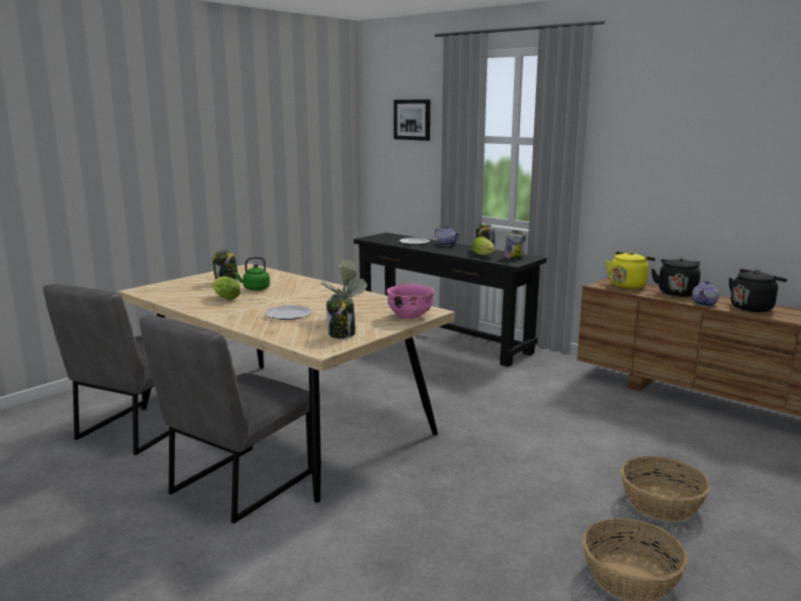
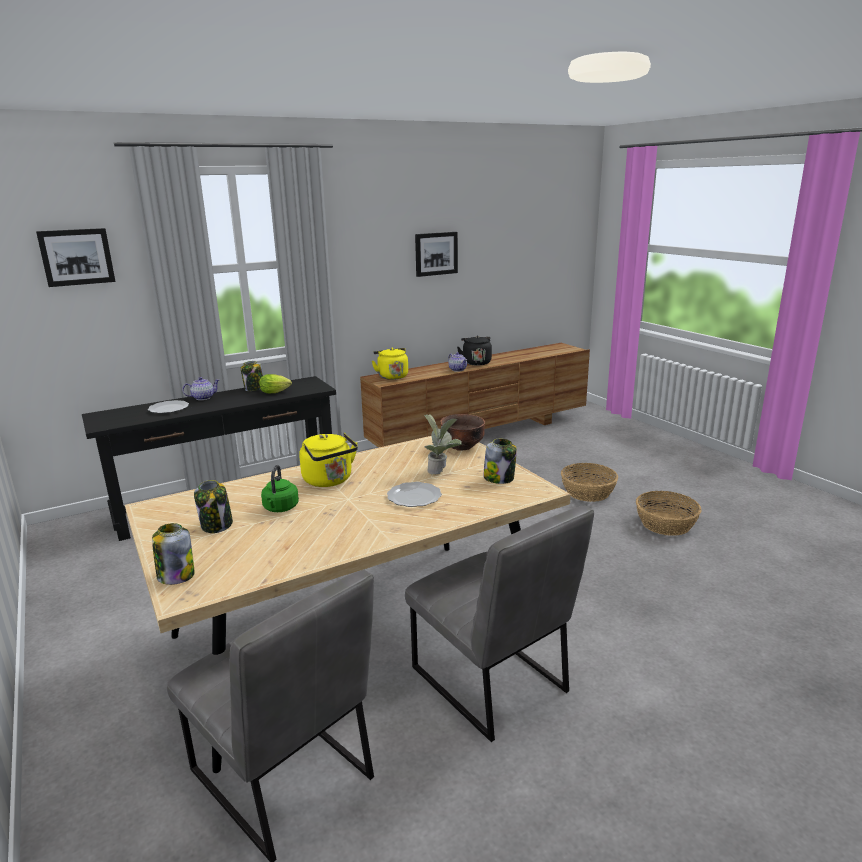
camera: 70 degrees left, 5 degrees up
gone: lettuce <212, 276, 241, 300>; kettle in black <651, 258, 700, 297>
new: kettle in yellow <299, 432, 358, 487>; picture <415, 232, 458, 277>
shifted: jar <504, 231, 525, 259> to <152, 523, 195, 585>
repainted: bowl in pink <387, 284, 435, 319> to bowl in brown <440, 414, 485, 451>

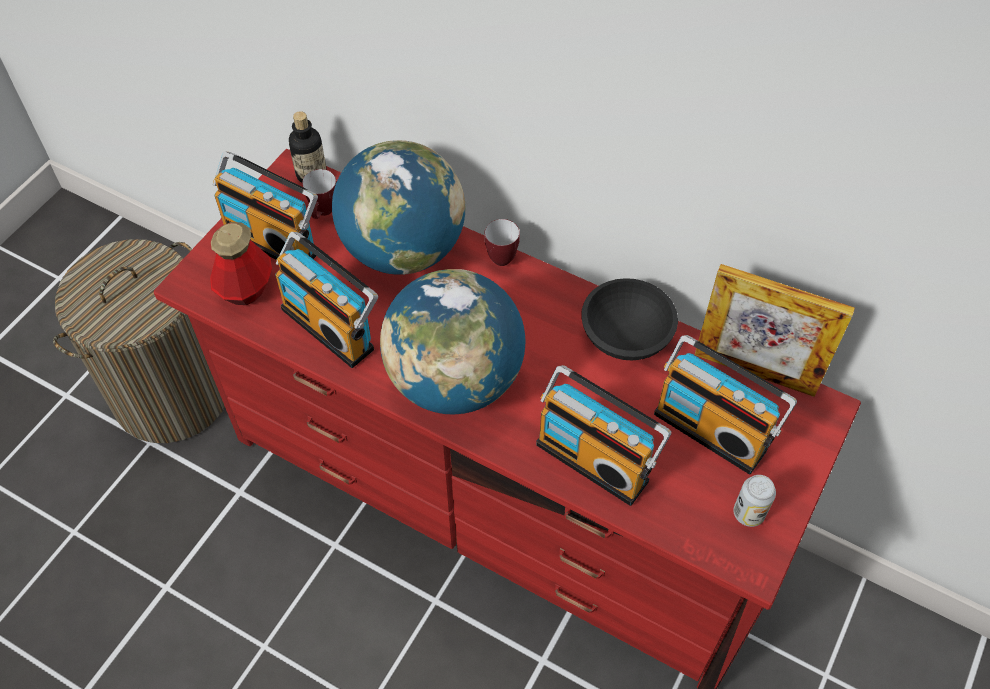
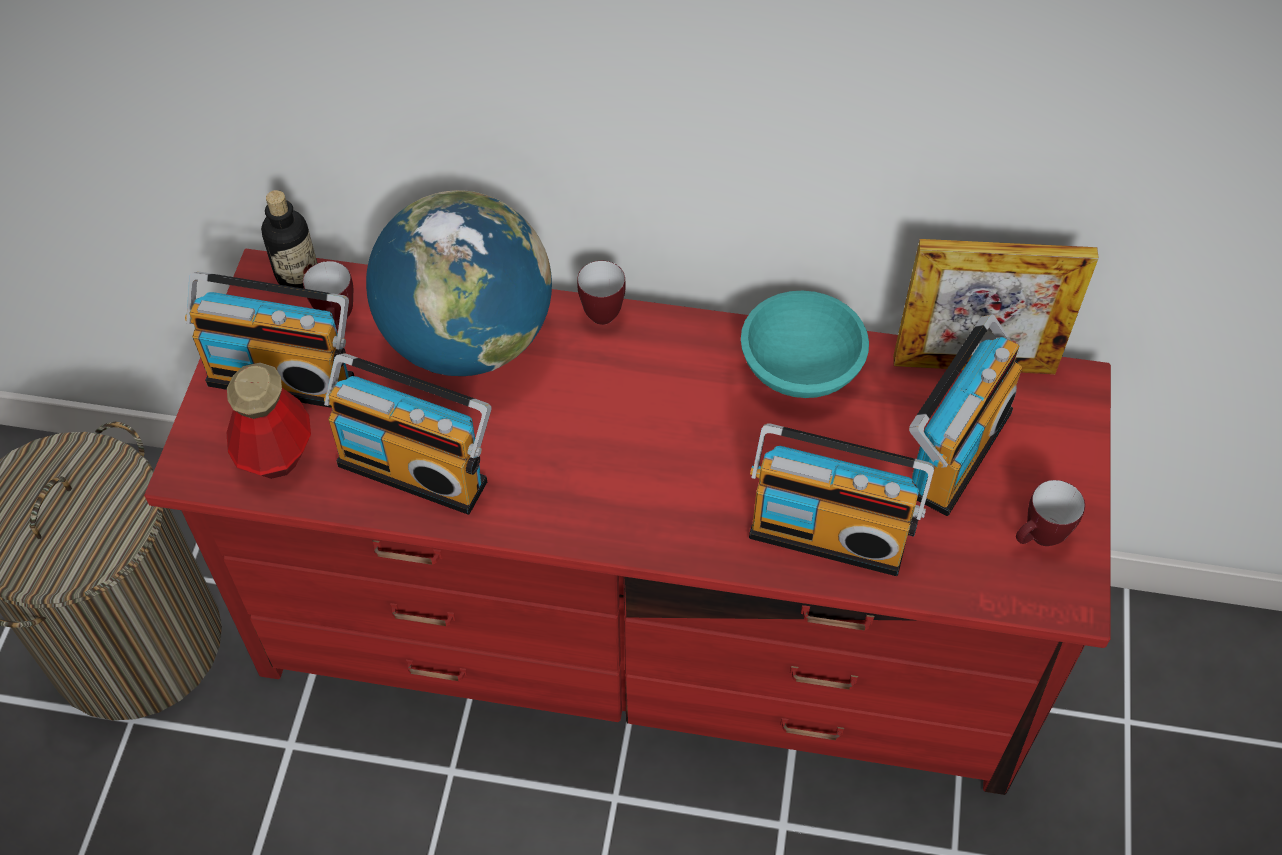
camera: 20 degrees left, 0 degrees up
gone: globe <380, 269, 525, 415>
swapped: can <733, 475, 776, 527> to mug <1016, 480, 1085, 546>
repainted: bowl in black <581, 278, 678, 361> to bowl in turquoise <741, 291, 869, 398>
rotated: radio <654, 335, 797, 475> = <909, 315, 1022, 516> 75 degrees counterclockwise

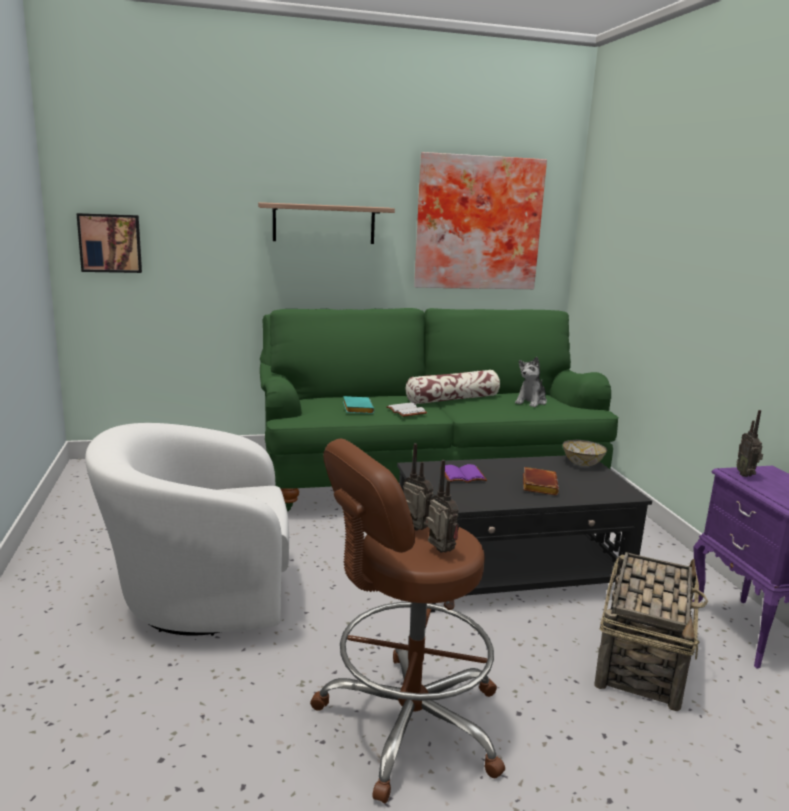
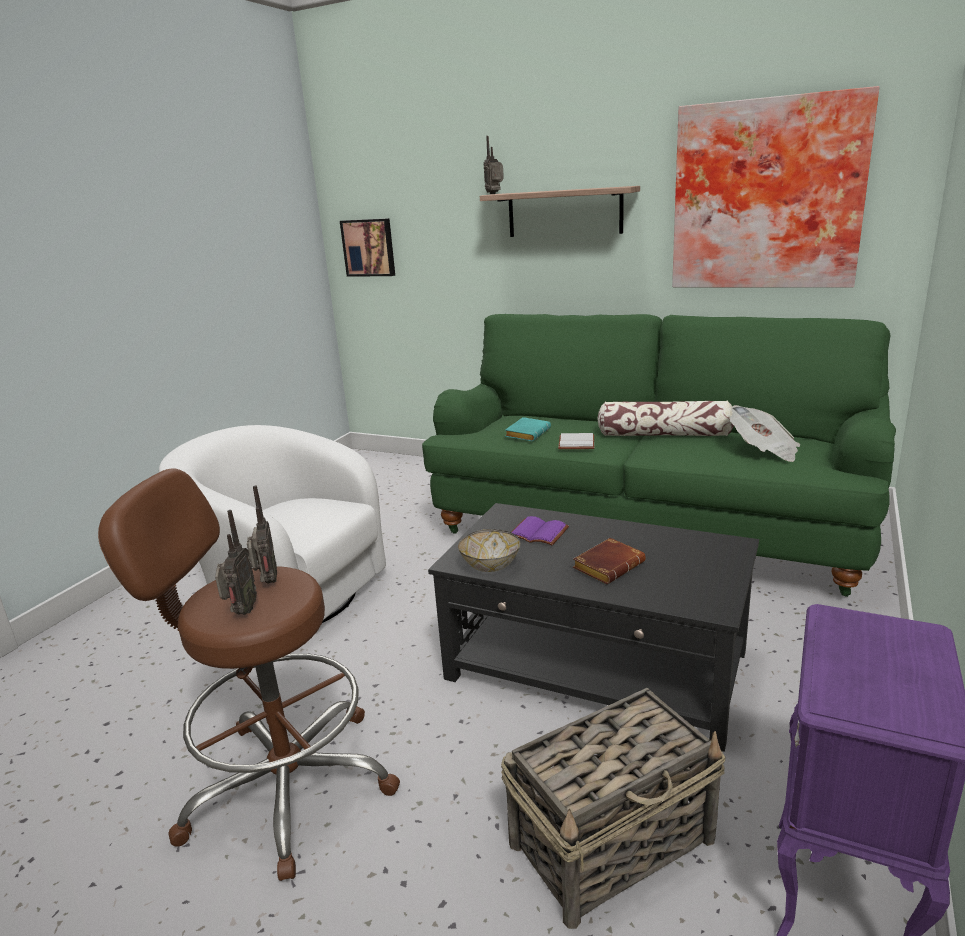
camera: 40 degrees right, 5 degrees up
shifted: bowl <563, 440, 607, 466> to <458, 529, 521, 572>; radio <737, 410, 763, 477> to <484, 136, 504, 194>
swapped: plush toy <515, 357, 547, 407> to newspaper <730, 405, 800, 462>

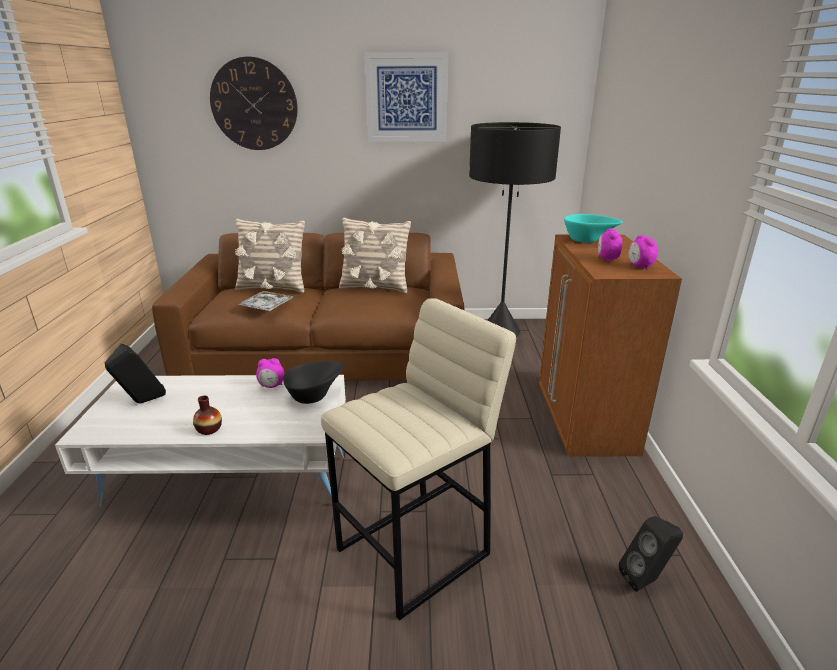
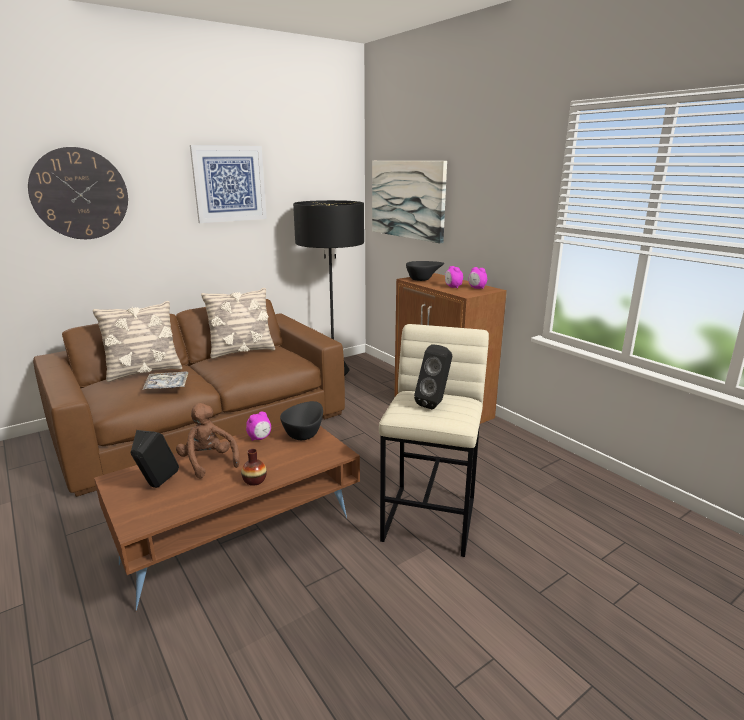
camera: 35 degrees left, 5 degrees down
new: plush toy in brown <176, 403, 240, 479>; picture <372, 161, 447, 243>
shifted: speaker in black <619, 516, 683, 592> to <414, 344, 452, 409>
repainted: coffee table in white <55, 375, 346, 508> to coffee table in brown <94, 422, 360, 611>; bowl in turquoise <564, 214, 623, 243> to bowl in black <406, 261, 444, 281>

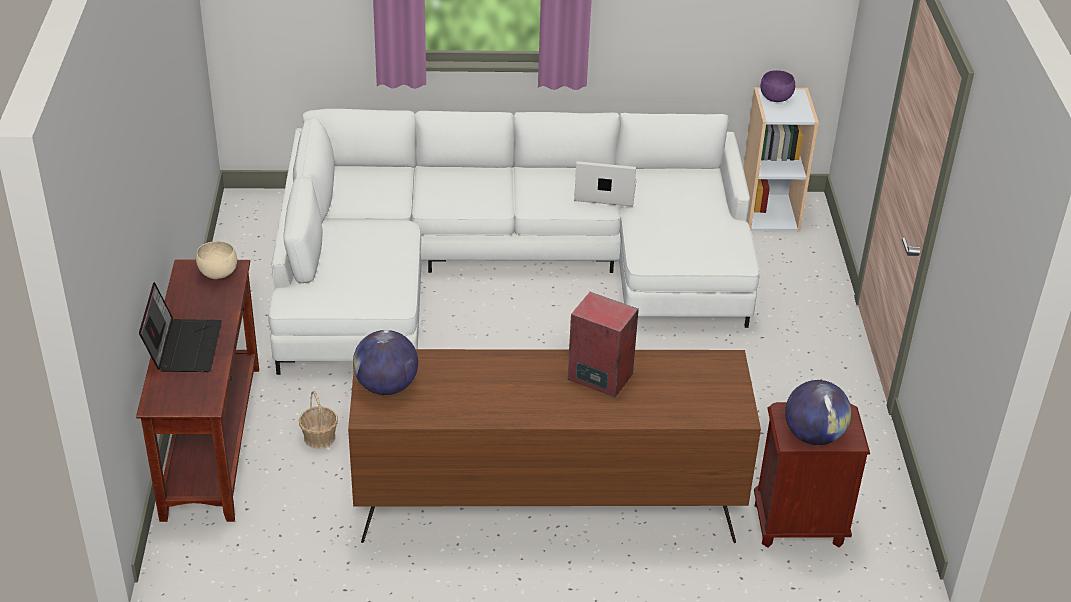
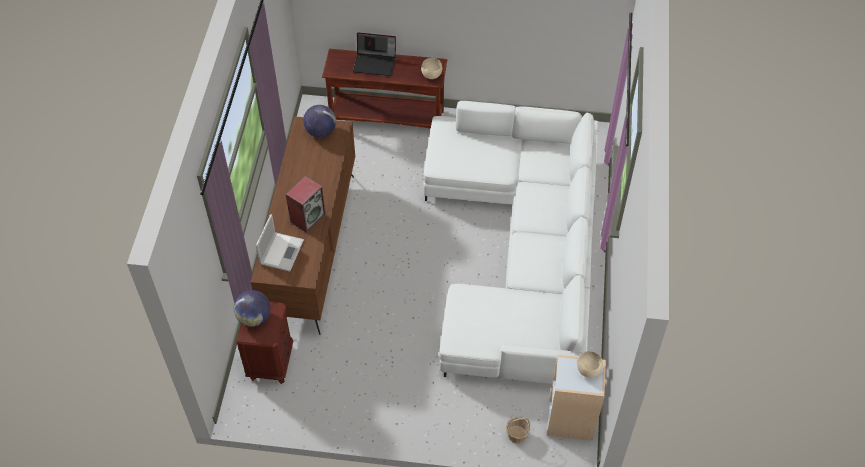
camera: 100 degrees right, 15 degrees up
shifted: laptop <574, 161, 637, 207> to <256, 214, 304, 272>; basket <299, 391, 338, 449> to <506, 417, 530, 444>
repainted: bowl in purple <761, 70, 795, 102> to bowl in beige <577, 351, 603, 377>

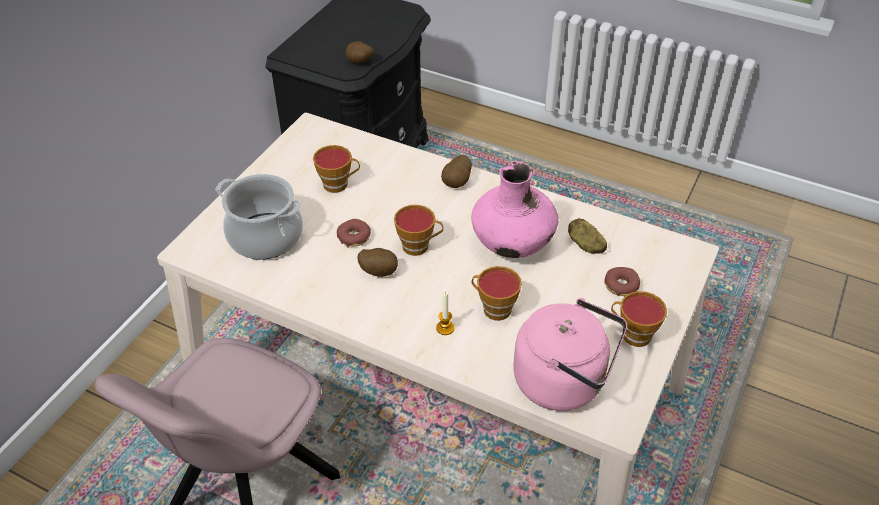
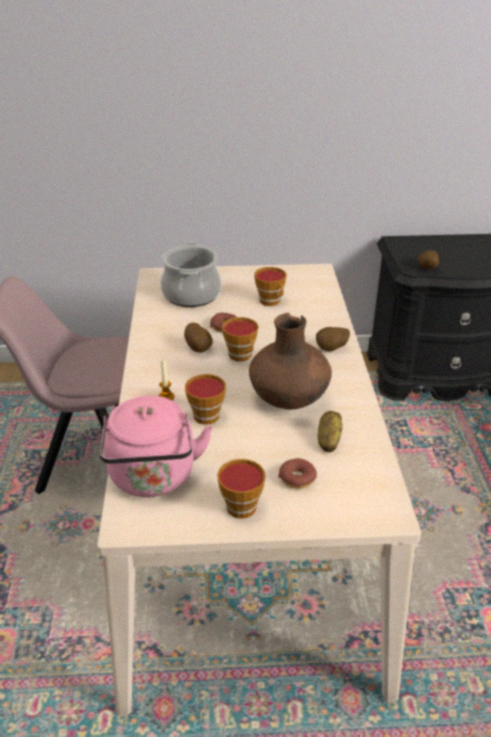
camera: 60 degrees right, 10 degrees down
repainted: vase in pink <471, 161, 558, 258> to vase in brown <249, 313, 332, 410>

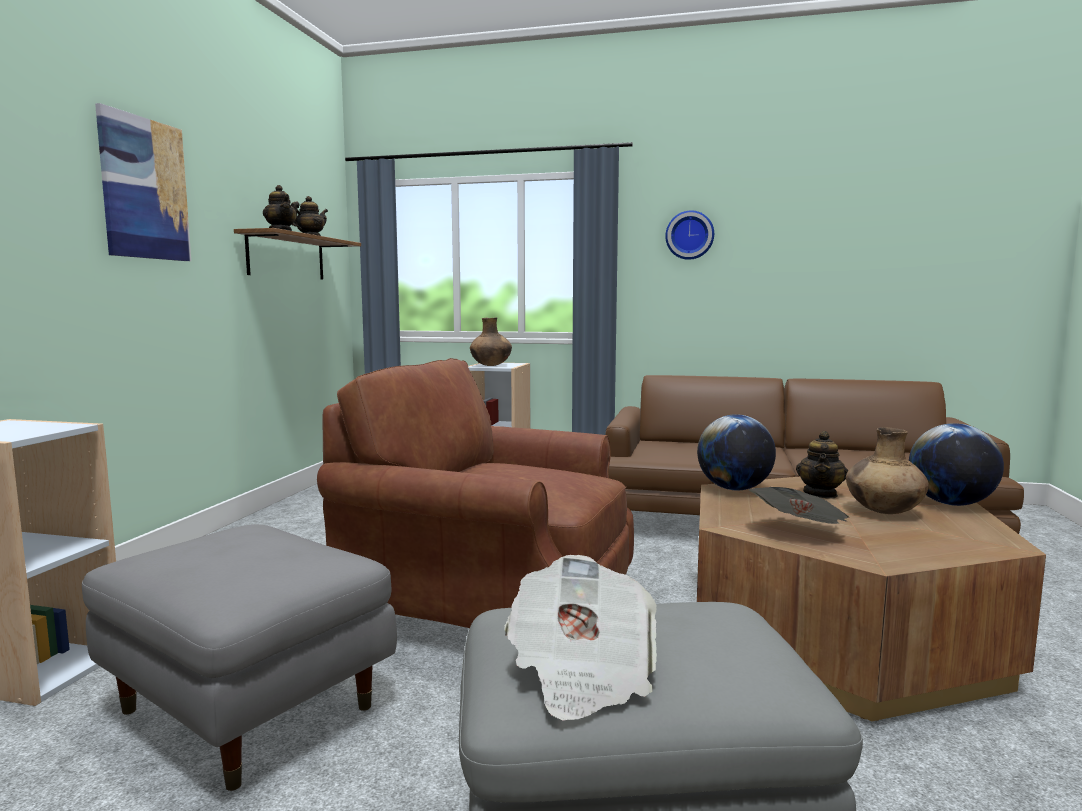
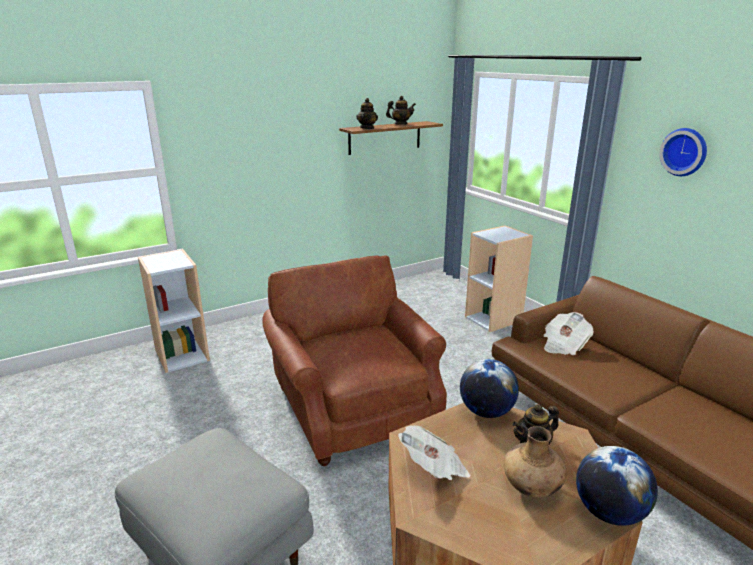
camera: 45 degrees right, 15 degrees up
gone: ottoman in grey <82, 524, 397, 791>; picture <95, 103, 191, 261>; vase in brown <470, 317, 512, 366>
shifted: newspaper <504, 555, 657, 721> to <543, 312, 594, 355>

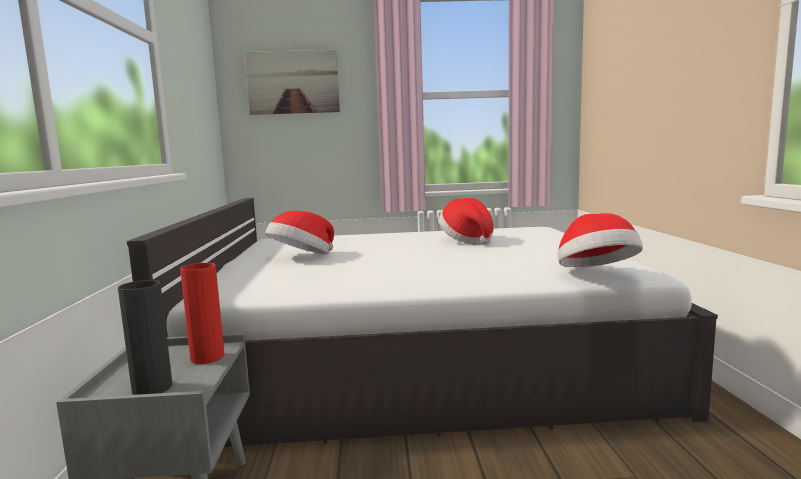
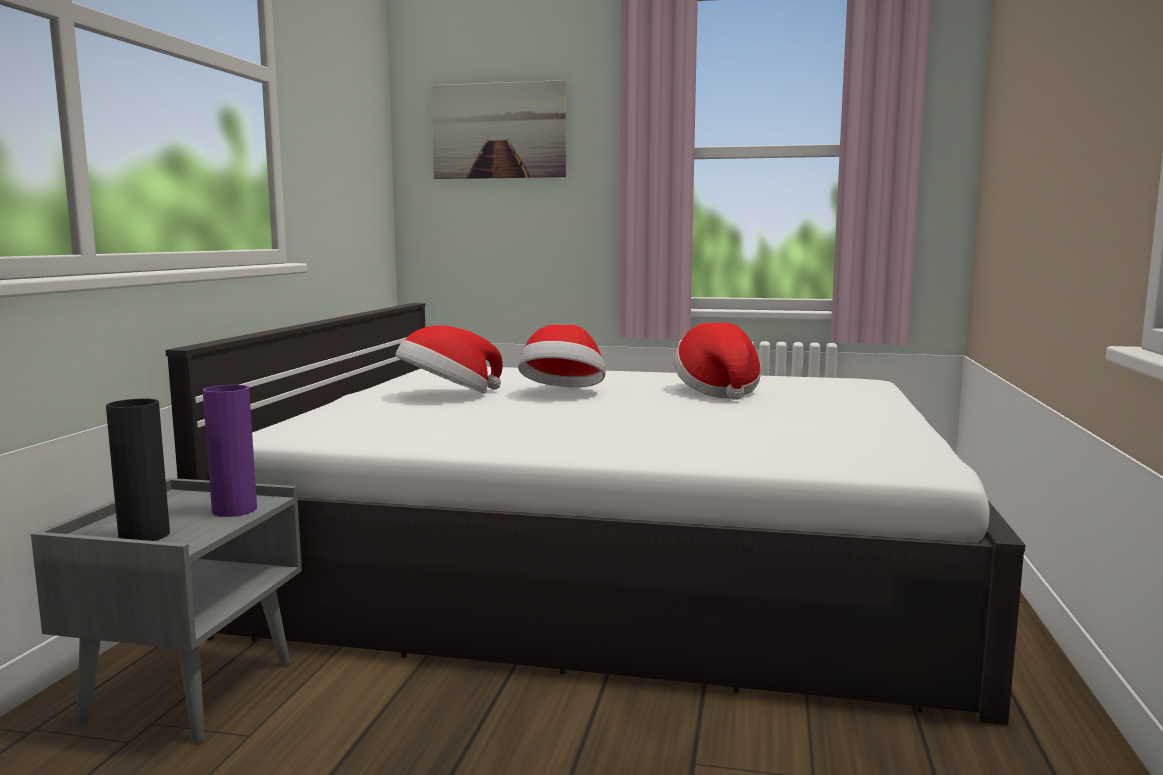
camera: 15 degrees right, 0 degrees up
shifted: hat <558, 213, 643, 267> to <518, 325, 606, 387>
repainted: vase in red <180, 263, 224, 364> to vase in purple <203, 385, 257, 517>

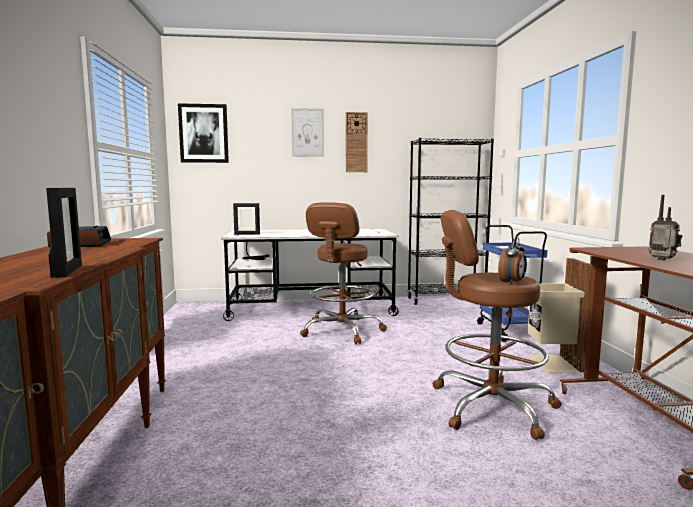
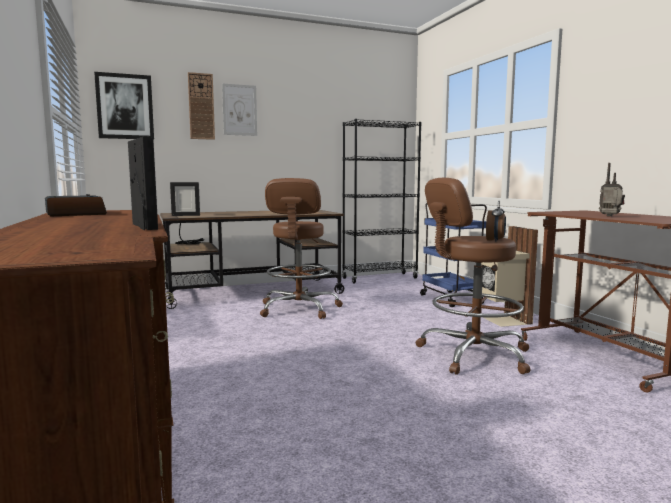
camera: 15 degrees left, 0 degrees up
shifted: wall clock <346, 112, 368, 172> to <188, 72, 215, 140>
repainted: desk in white <221, 229, 399, 321> to desk in brown <160, 210, 344, 309>

